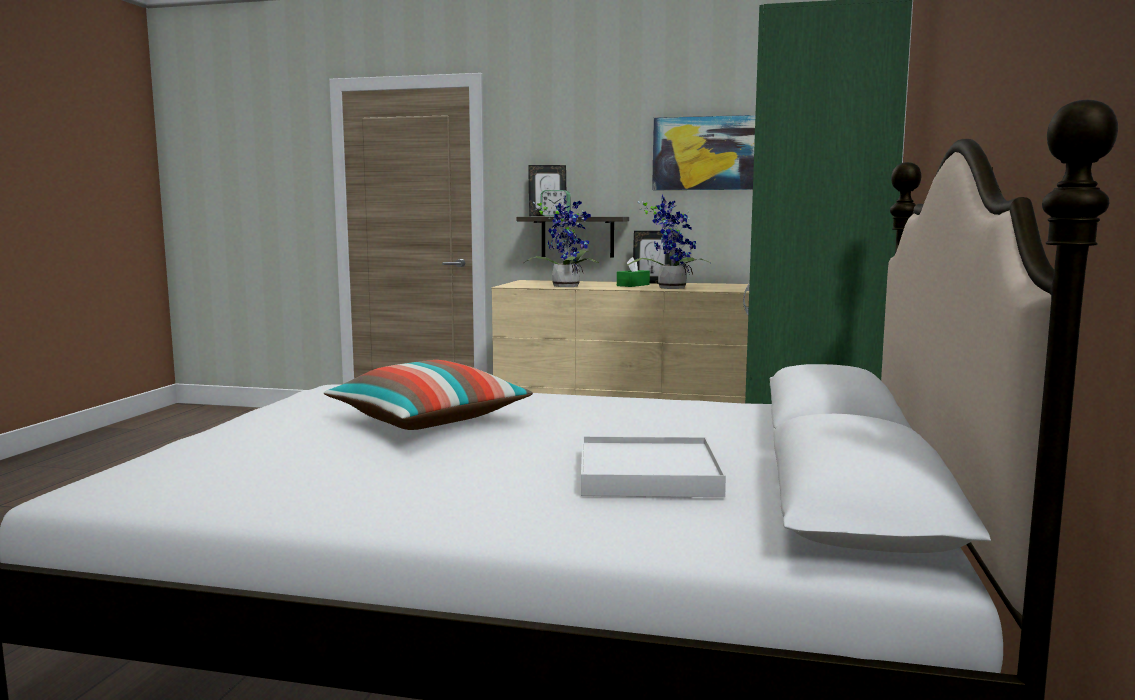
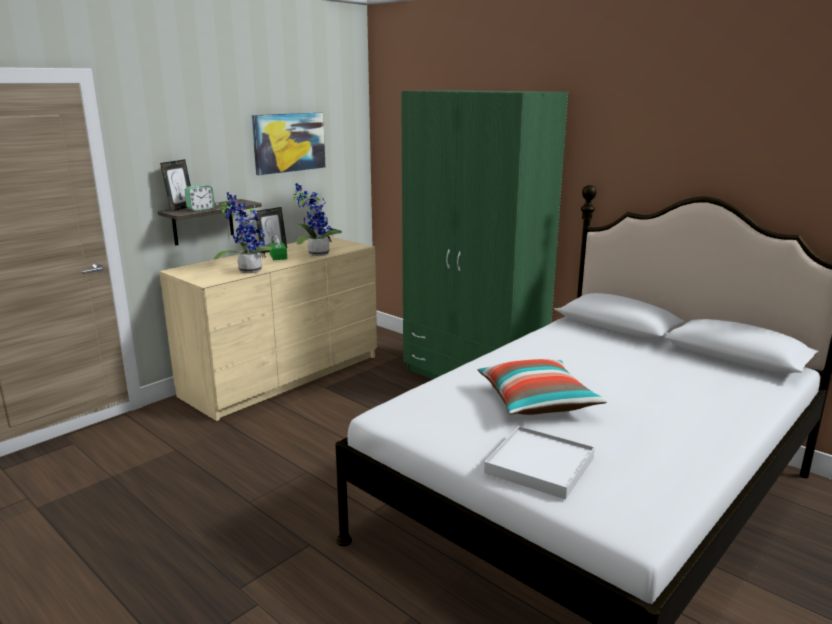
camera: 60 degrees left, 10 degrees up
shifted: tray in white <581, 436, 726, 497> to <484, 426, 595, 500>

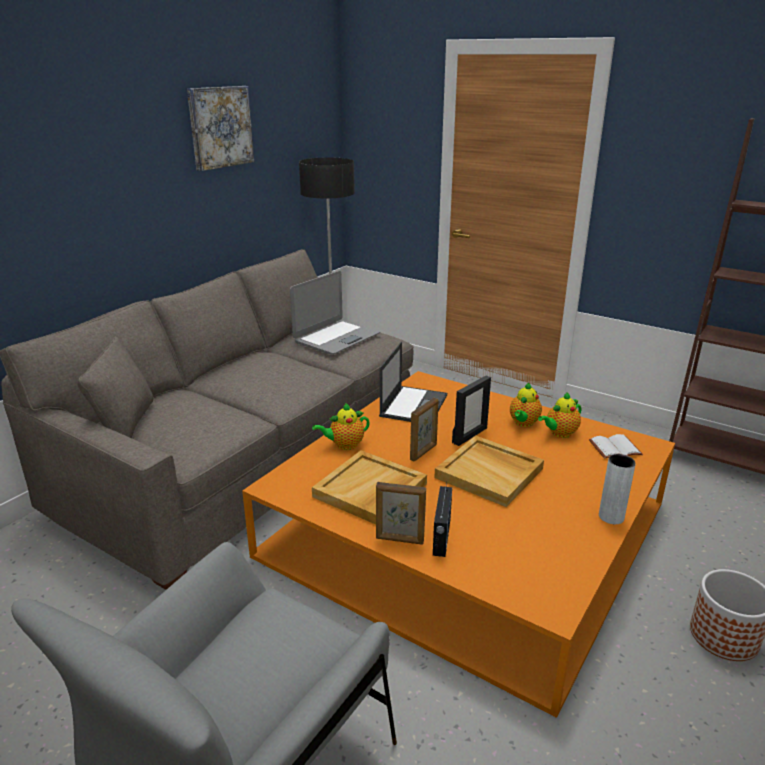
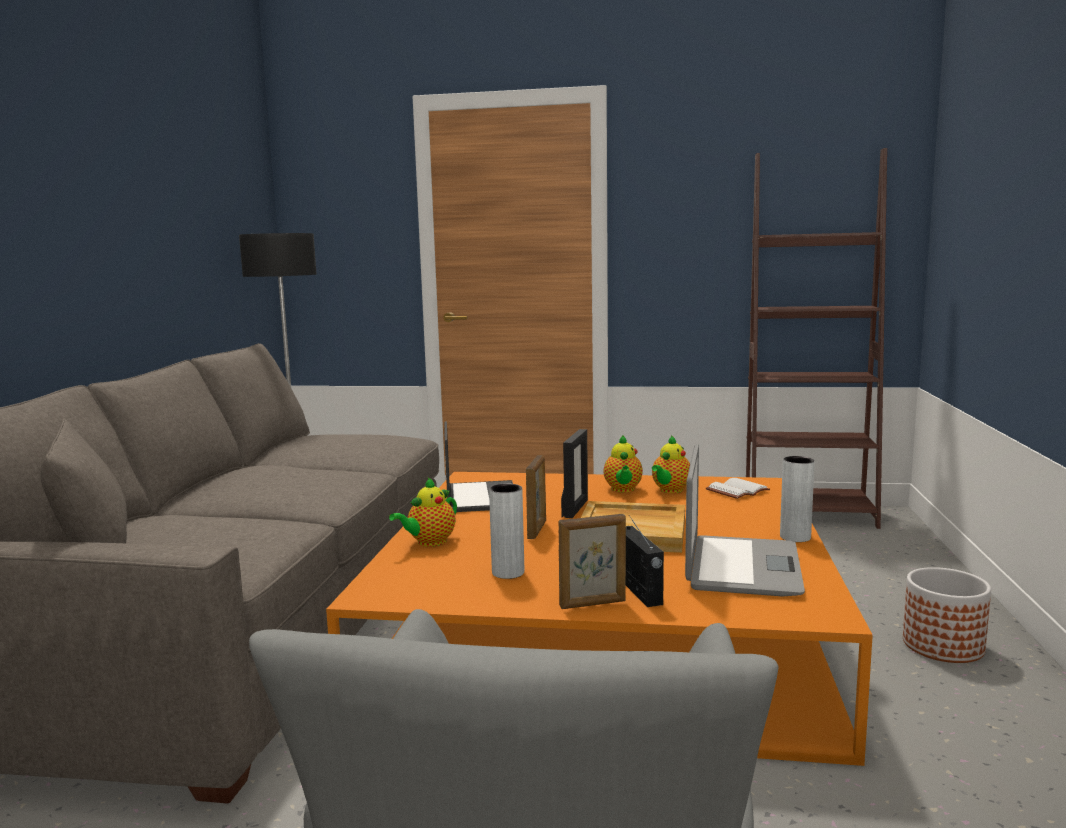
camera: 25 degrees left, 15 degrees down
gone: picture <187, 86, 254, 171>
shifted: laptop <290, 271, 380, 354> to <685, 444, 805, 596>
swapped: tray in beige <312, 450, 427, 525> to vase in grey <489, 484, 524, 579>

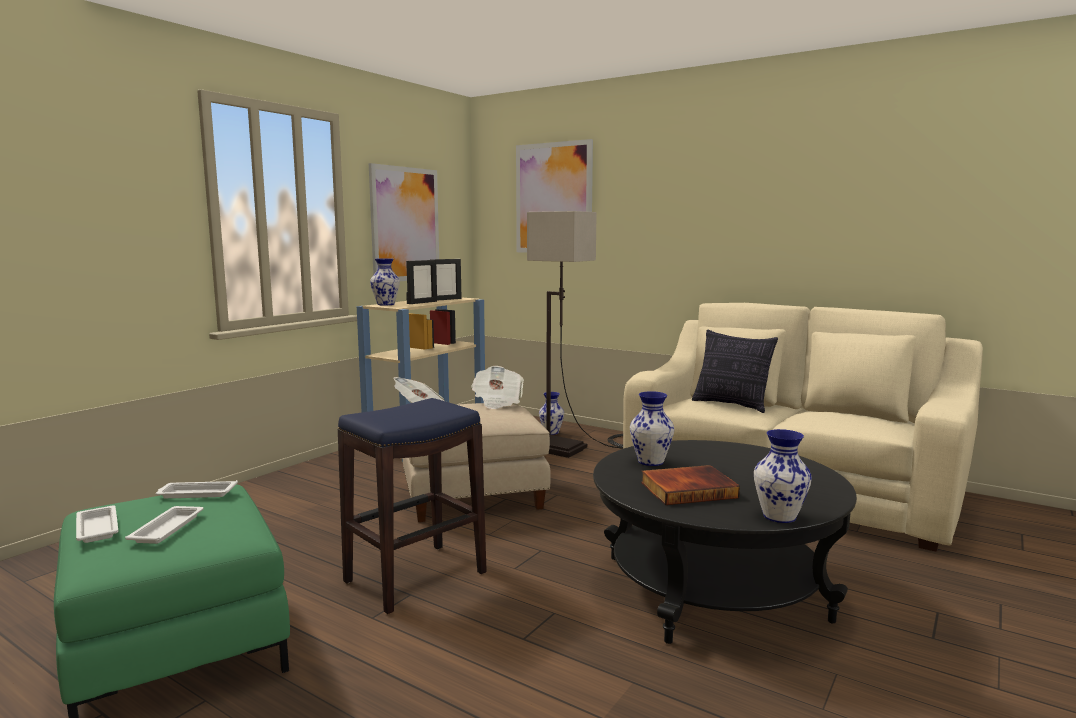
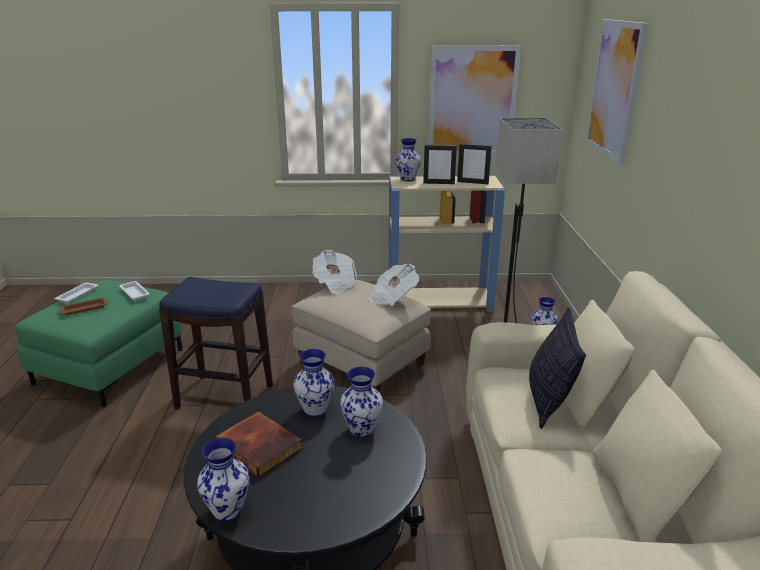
camera: 55 degrees right, 15 degrees up
new: vase <340, 366, 383, 437>
repainted: tray in white <125, 506, 204, 544> to tray in brown <59, 297, 109, 315>

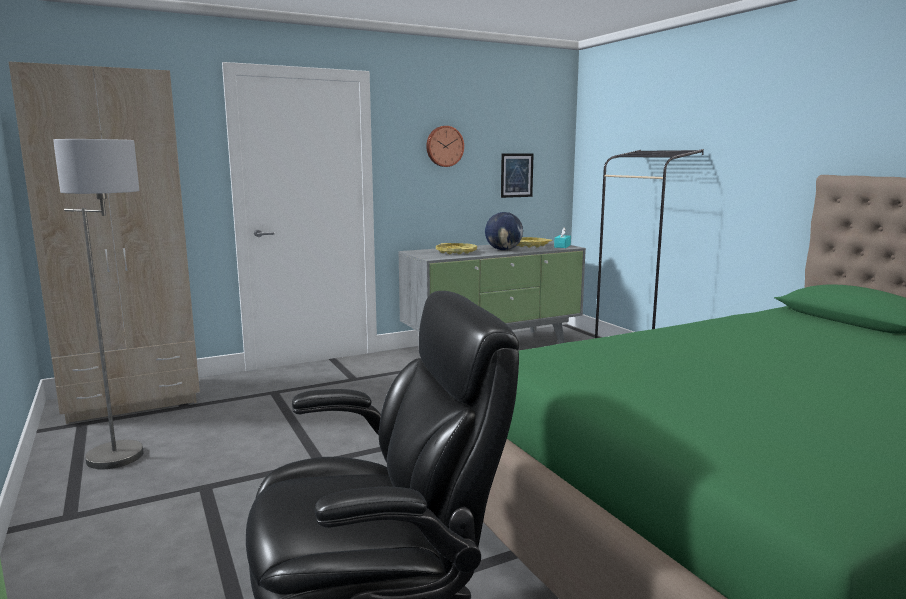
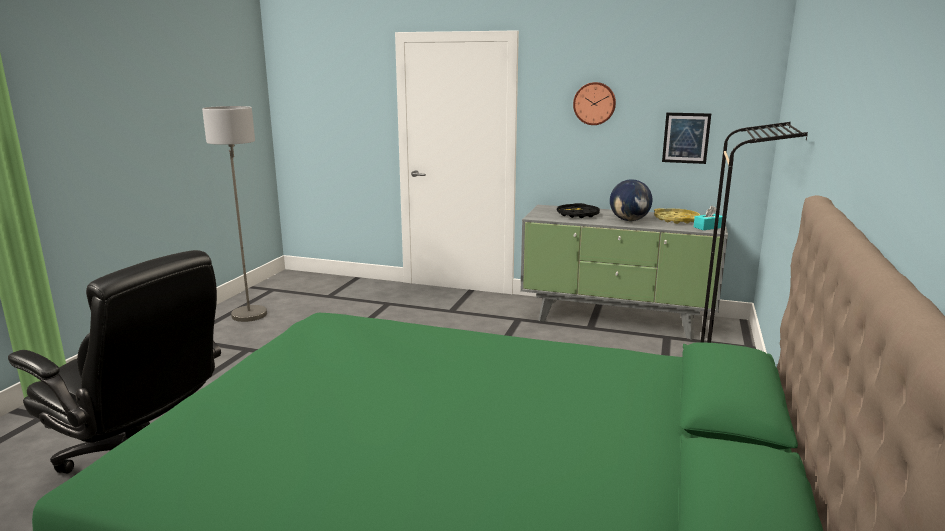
camera: 45 degrees right, 5 degrees up
gone: wardrobe in beige <9, 62, 200, 424>
repainted: tray in yellow <436, 243, 477, 254> to tray in black <557, 203, 600, 218>

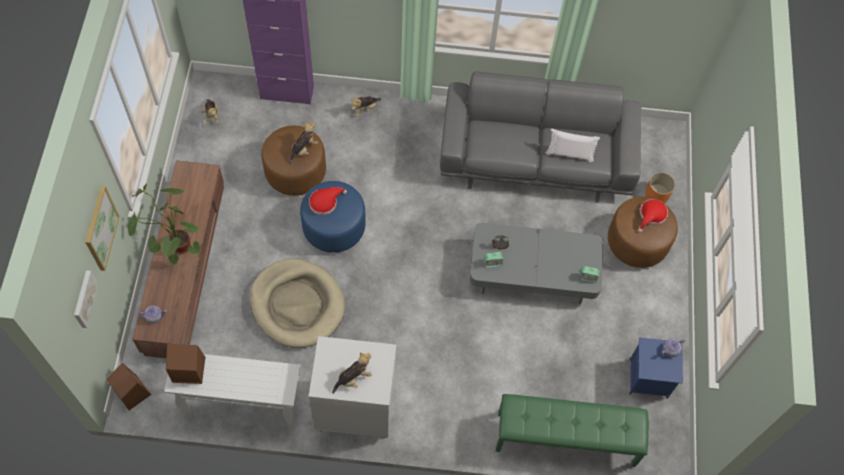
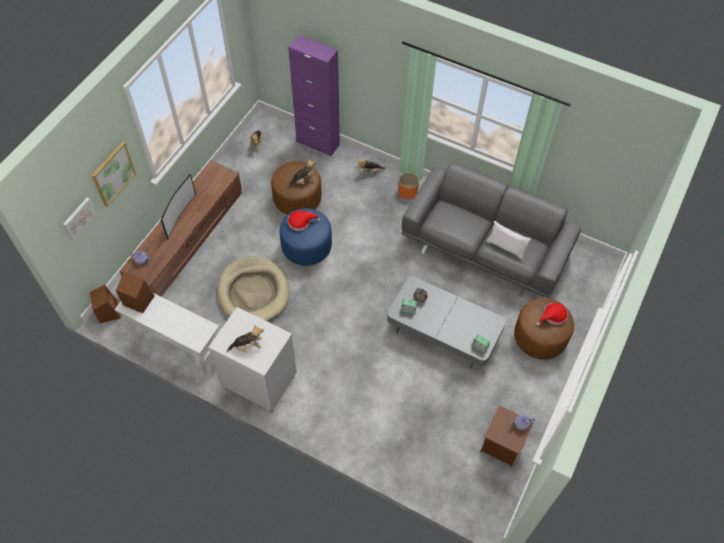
camera: 25 degrees right, 5 degrees down
gone: bench in green <496, 394, 649, 467>
shifted: planter in orange <645, 172, 675, 204> to <399, 172, 419, 199>
swapped: potted plant <128, 184, 200, 265> to television <161, 174, 196, 239>
repainted: nightstand in blue <629, 337, 683, 399> to nightstand in brown <480, 405, 534, 468>

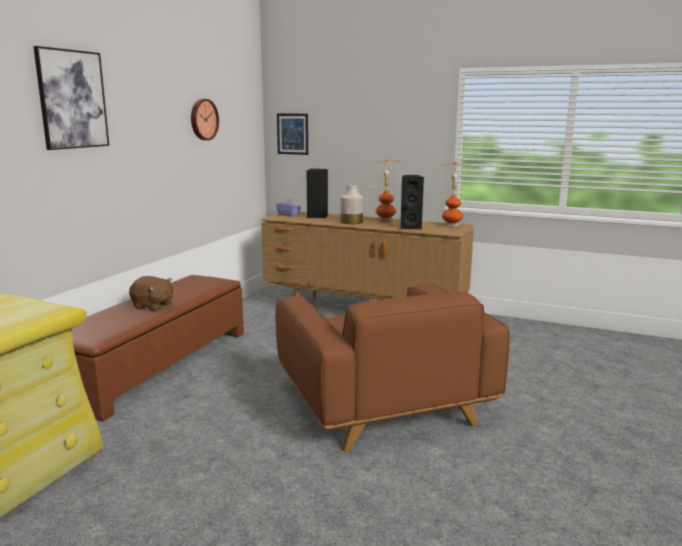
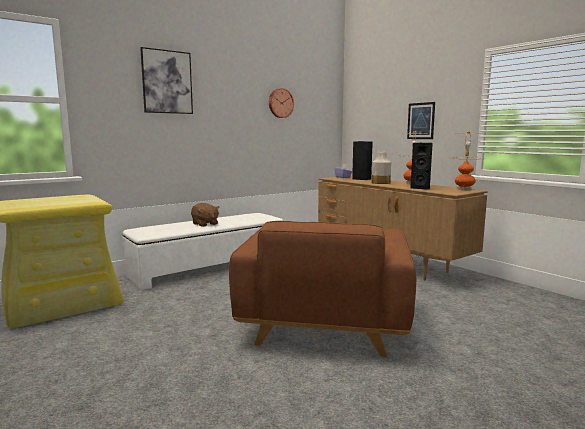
camera: 30 degrees right, 5 degrees down
shifted: picture <277, 113, 308, 155> to <407, 102, 435, 139>
repainted: bench in brown <72, 275, 244, 421> to bench in white <122, 213, 283, 290>

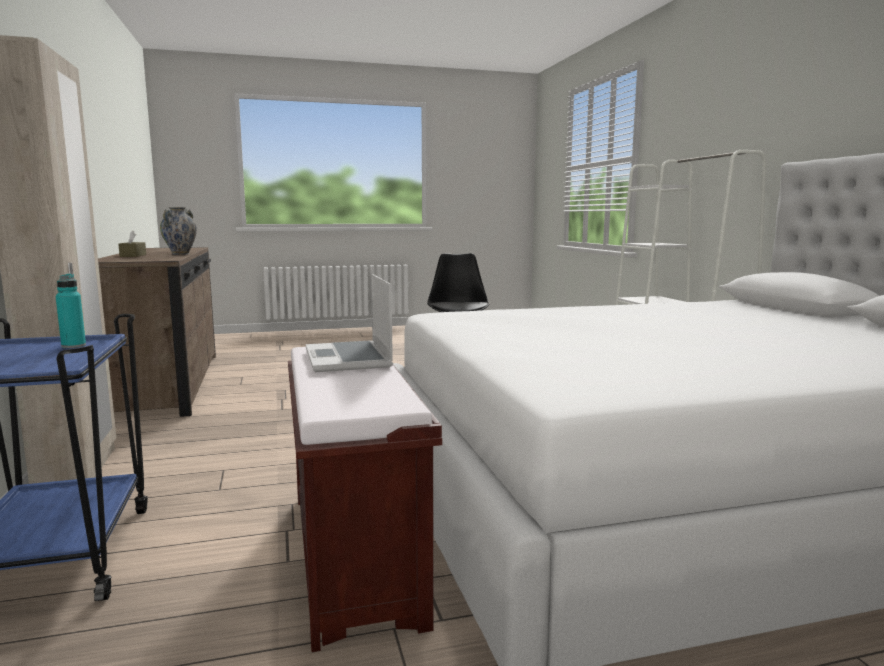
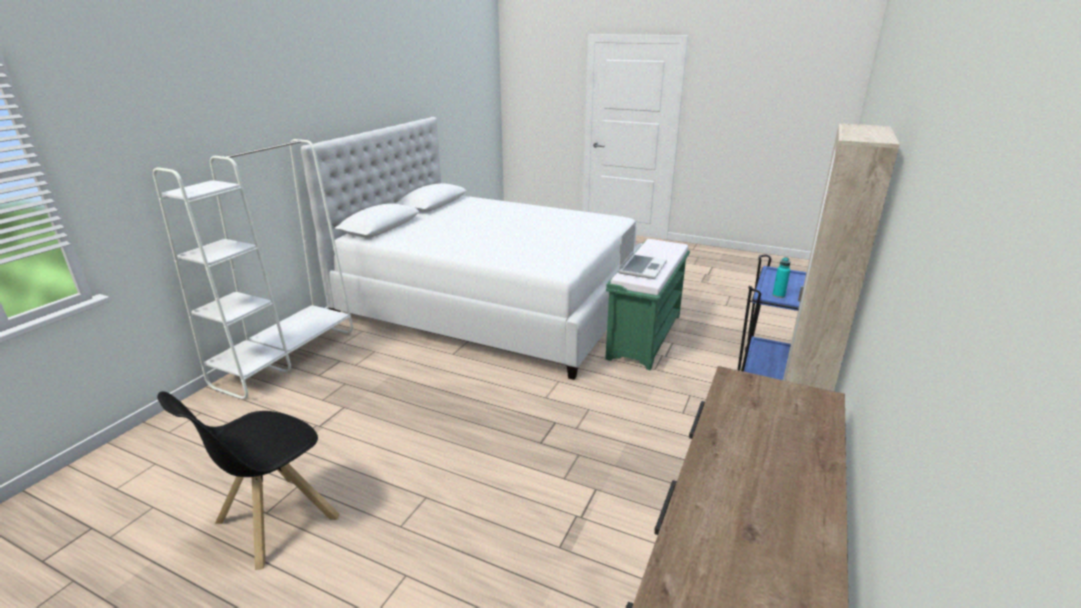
camera: 140 degrees left, 15 degrees up
gone: tissue box in brown <118, 230, 146, 257>; vase <160, 207, 197, 255>
repainted: bench in brown <288, 347, 442, 652> to bench in green <605, 239, 690, 370>

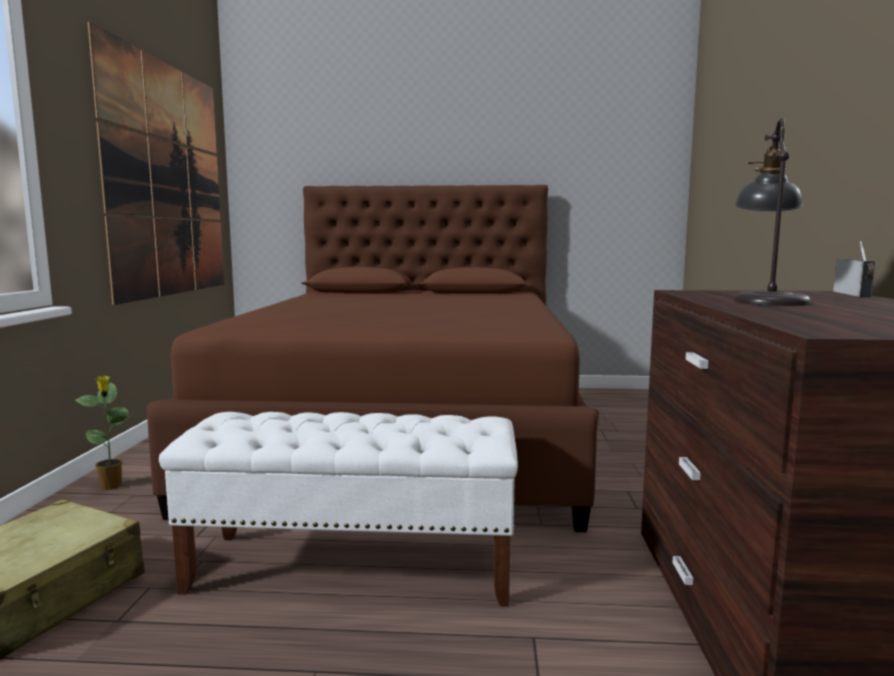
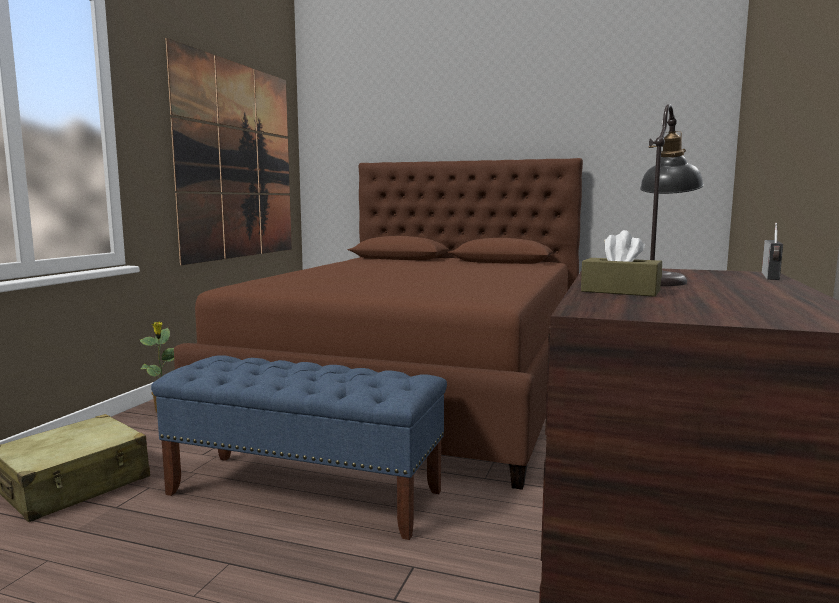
camera: 15 degrees right, 0 degrees up
new: tissue box in brown <581, 230, 662, 297>
repainted: bench in white <159, 412, 518, 607> to bench in blue <151, 355, 447, 540>

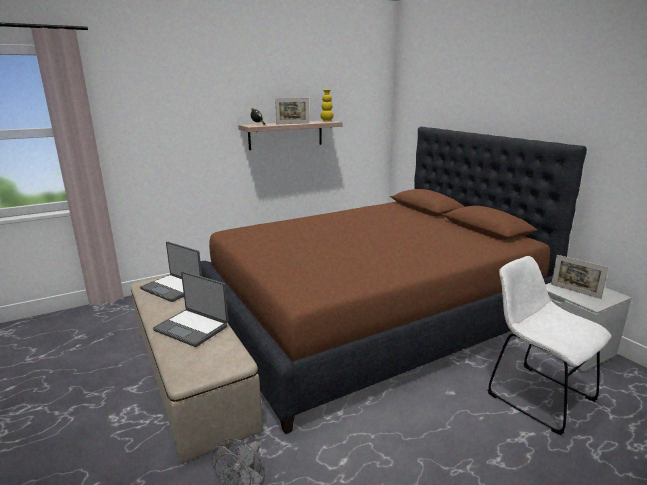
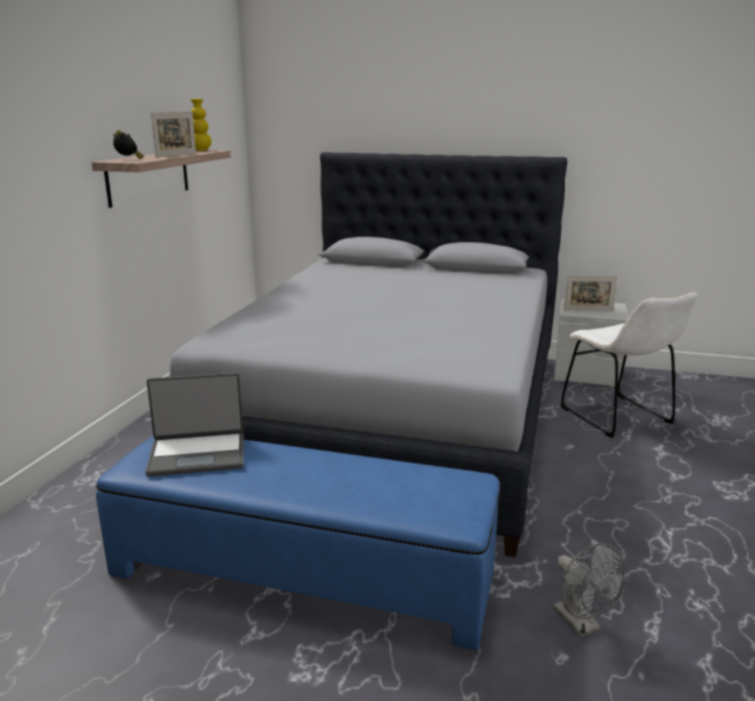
camera: 45 degrees left, 0 degrees up
gone: laptop <153, 271, 229, 347>
repainted: bench in beige <131, 276, 263, 463> to bench in blue <96, 436, 500, 650>; bed in brown <201, 127, 587, 434> to bed in grey <170, 152, 567, 557>
rotated: chair in white <487, 256, 611, 435> = <561, 292, 698, 438> 120 degrees counterclockwise

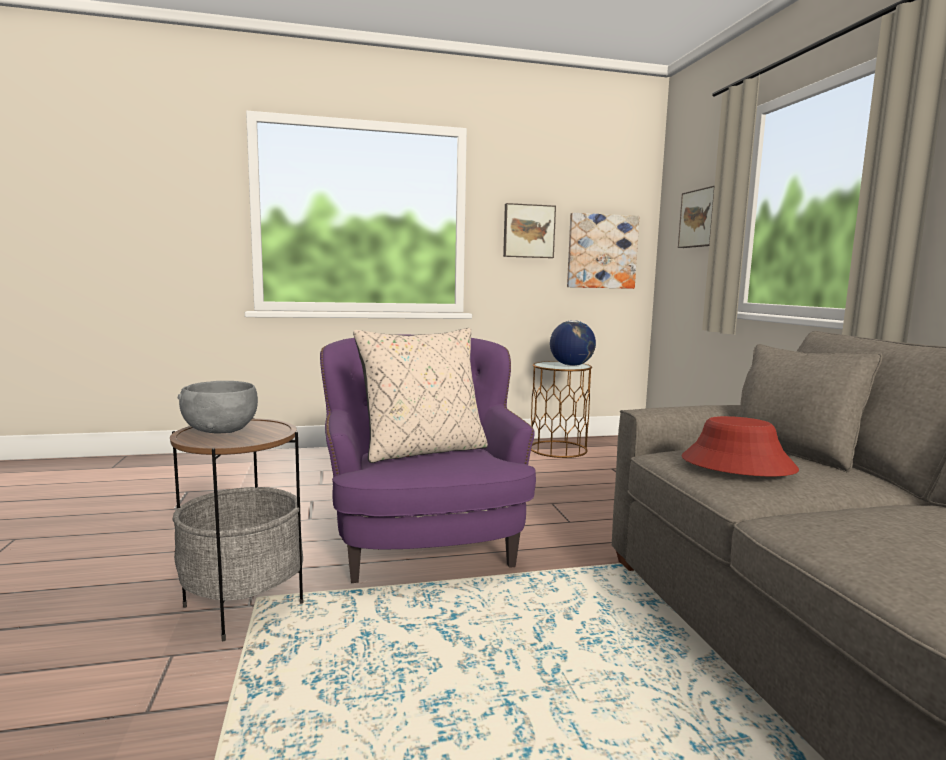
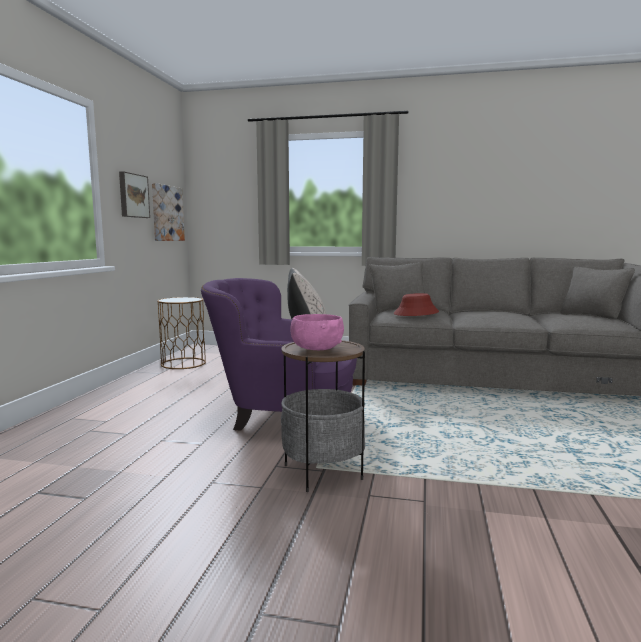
camera: 65 degrees left, 0 degrees up
gone: globe <550, 320, 596, 366>; picture <678, 185, 715, 248>
repainted: bowl in grey <178, 381, 258, 434> to bowl in pink <290, 314, 344, 350>

